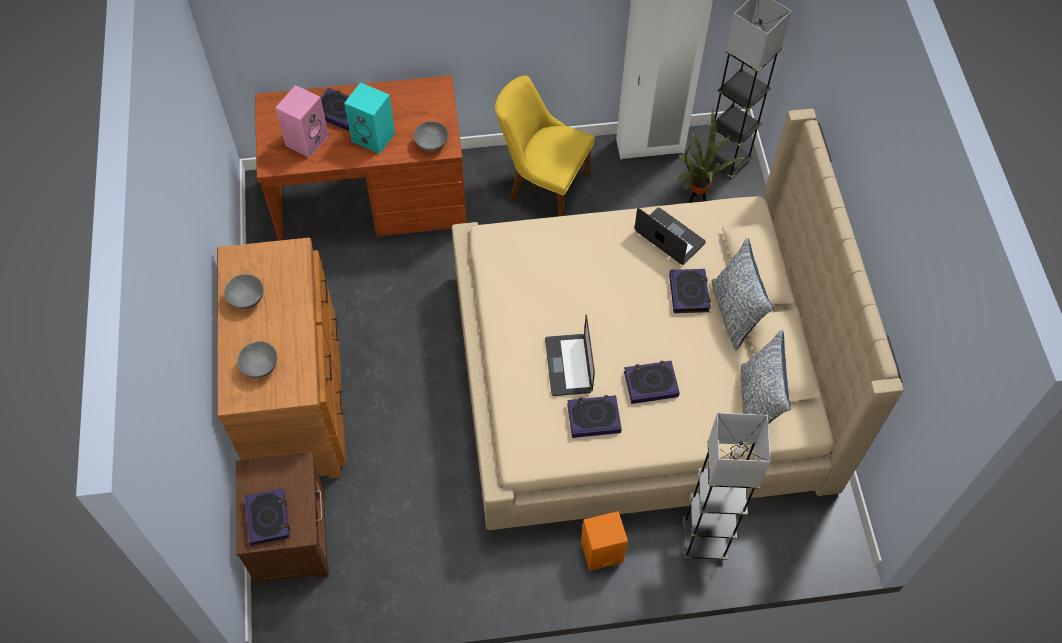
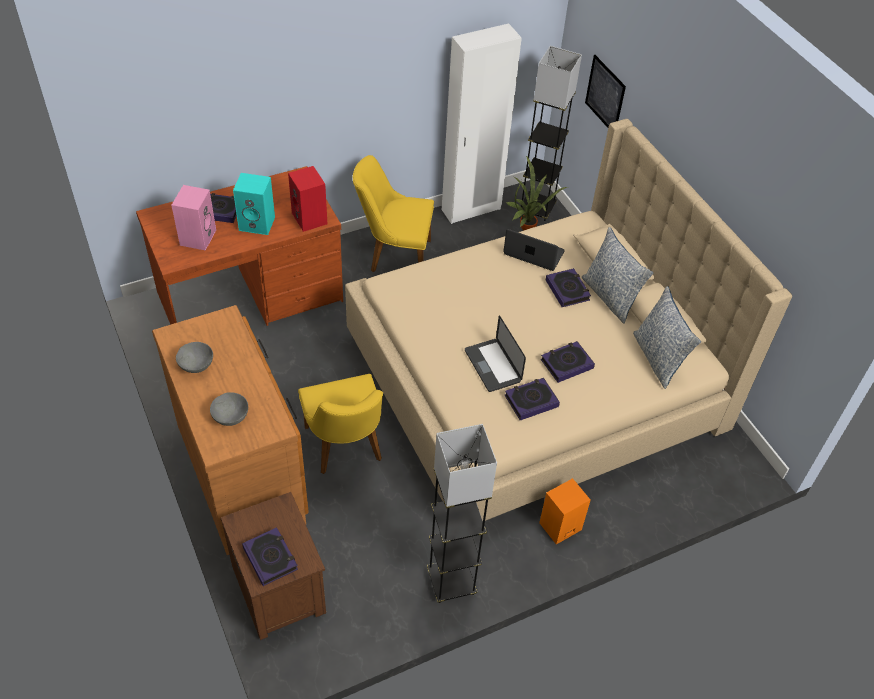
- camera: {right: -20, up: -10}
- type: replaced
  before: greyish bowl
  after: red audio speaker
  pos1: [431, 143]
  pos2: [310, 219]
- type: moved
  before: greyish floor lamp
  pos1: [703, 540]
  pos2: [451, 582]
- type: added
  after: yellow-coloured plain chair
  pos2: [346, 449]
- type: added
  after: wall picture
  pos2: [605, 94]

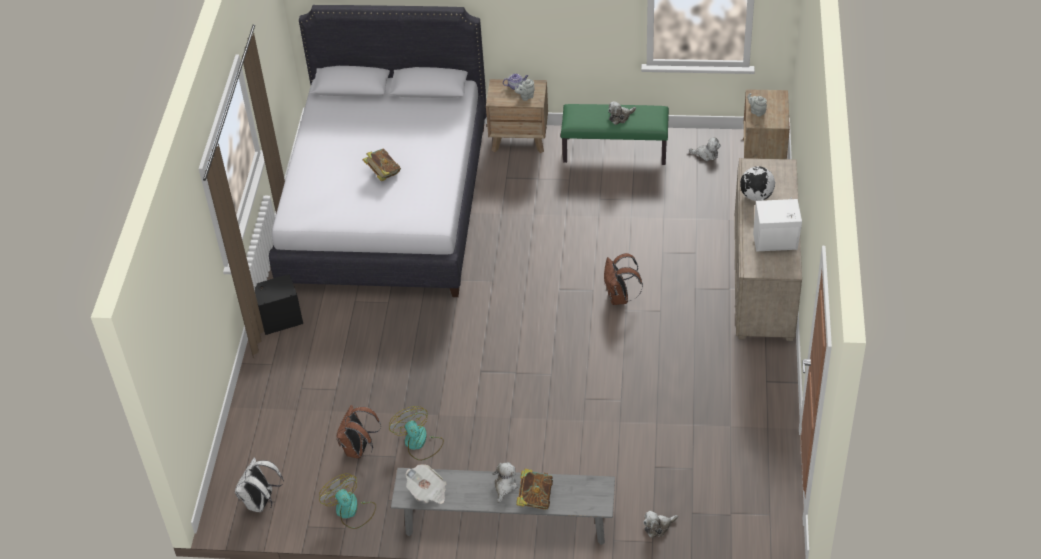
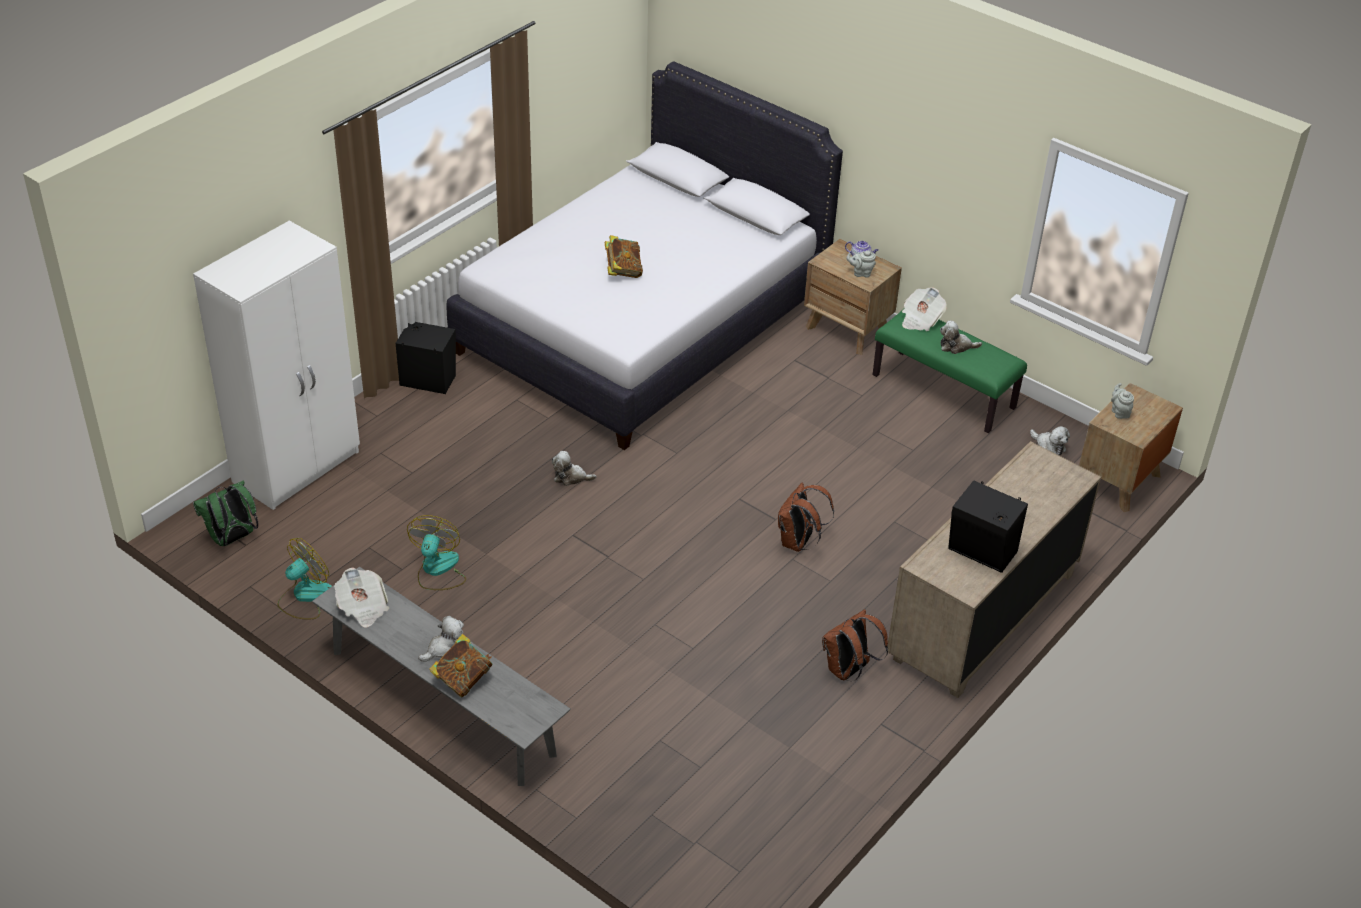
- camera: {right: 30, up: -5}
- type: recoloured
  before: whitish backpack
  after: green backpack
  pos1: [261, 503]
  pos2: [232, 538]
- type: turned
  before: electric fan
  pos1: [351, 511]
  pos2: [305, 596]
  turn: 45
- type: moved
  before: brownish backpack
  pos1: [359, 449]
  pos2: [848, 671]
- type: moved
  before: soft toy
  pos1: [658, 527]
  pos2: [571, 477]
- type: removed
  before: desk globe
  pos1: [756, 196]
- type: recoloured
  before: whitish audio speaker
  after: black audio speaker
  pos1: [776, 243]
  pos2: [982, 552]
- type: added
  after: whitish wardrobe
  pos2: [298, 467]
- type: added
  after: daily paper
  pos2: [920, 319]

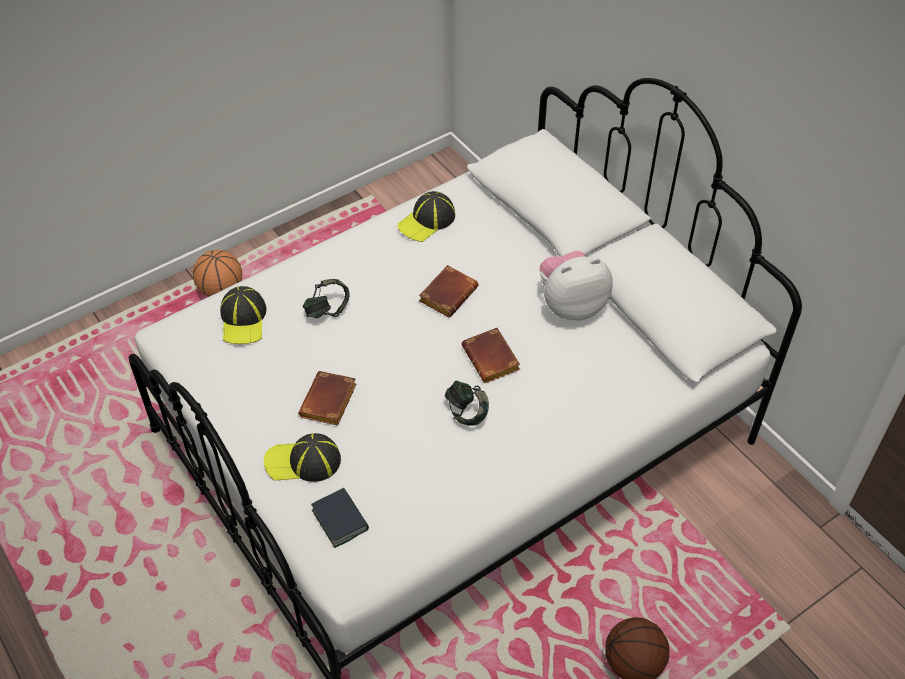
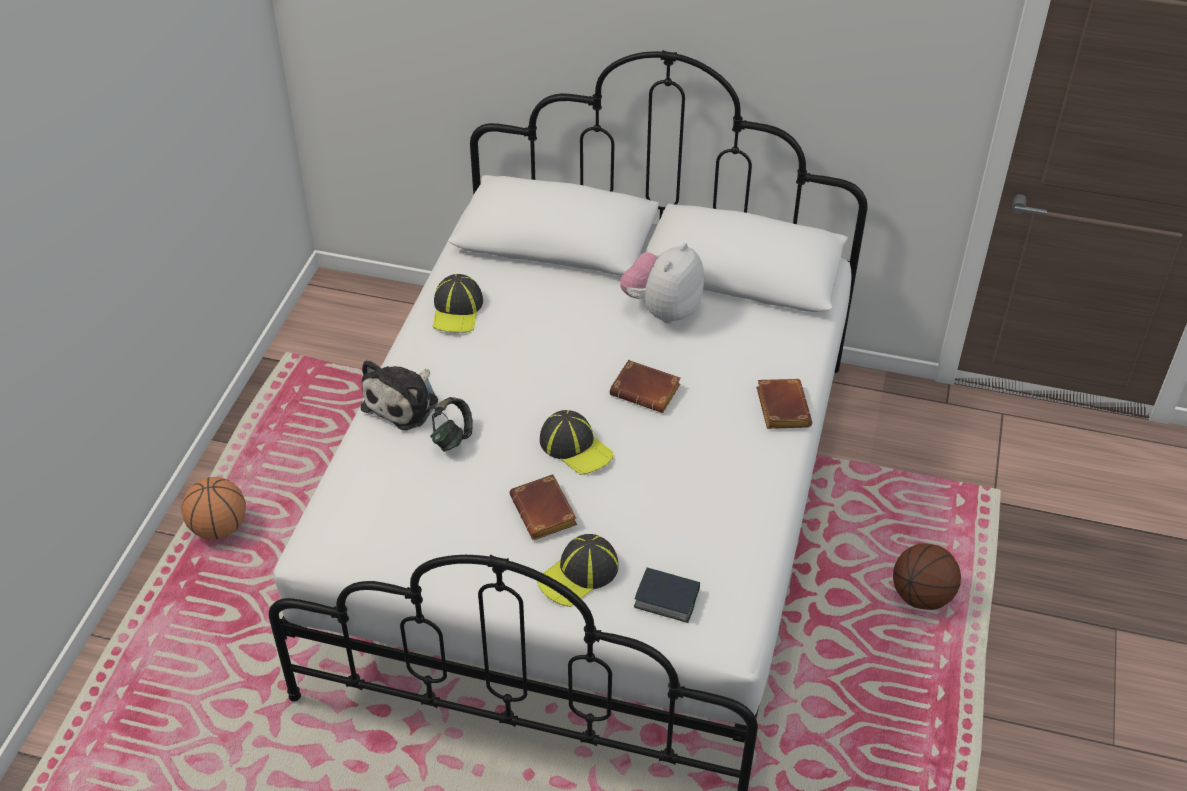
- camera: {right: -40, up: -5}
- type: moved
  before: peaked cap
  pos1: [243, 320]
  pos2: [575, 447]
- type: moved
  before: brownish volume
  pos1: [448, 293]
  pos2: [780, 407]
- type: removed
  before: headphones
  pos1: [467, 412]
- type: added
  after: soft toy
  pos2: [403, 402]

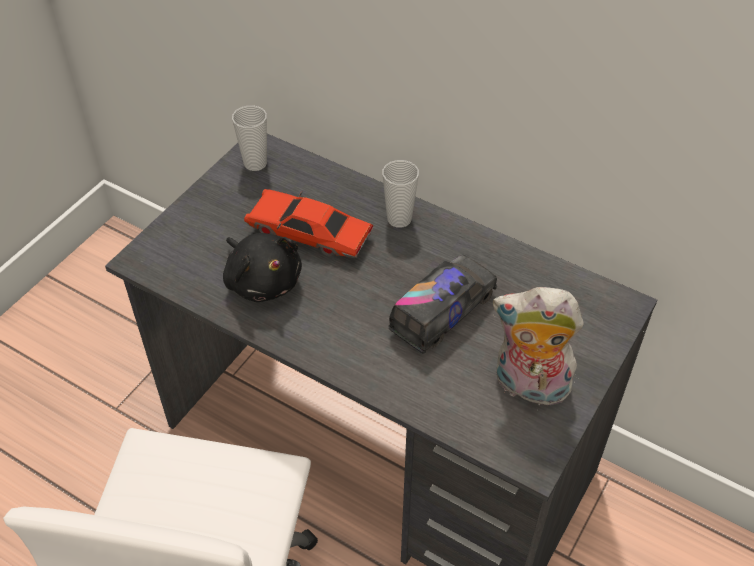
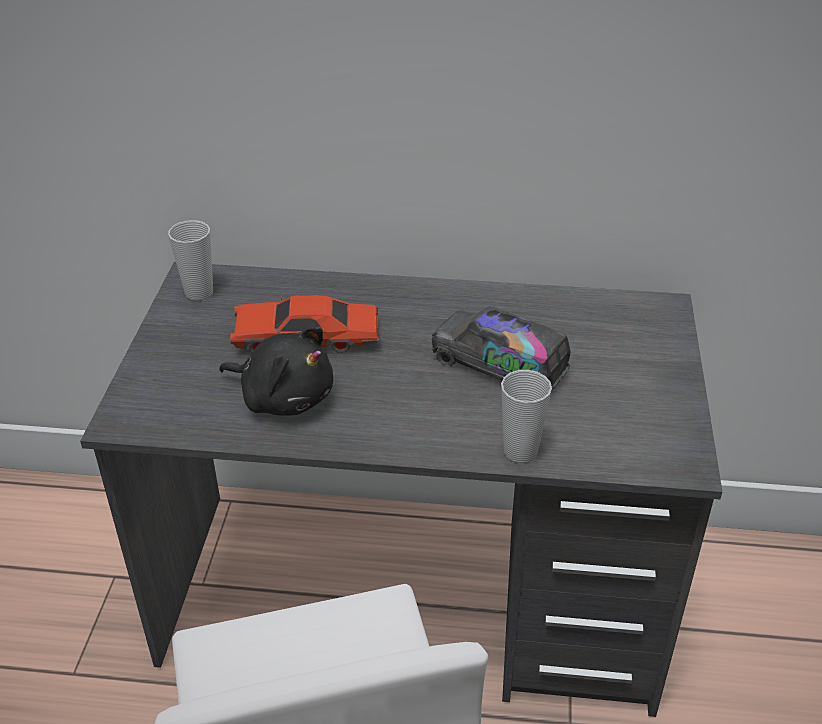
- camera: {right: -25, up: -10}
- type: moved
  before: drinking cup
  pos1: [399, 219]
  pos2: [520, 451]
- type: turned
  before: toy truck
  pos1: [442, 312]
  pos2: [499, 366]
  turn: -75
- type: removed
  before: soft toy
  pos1: [528, 387]

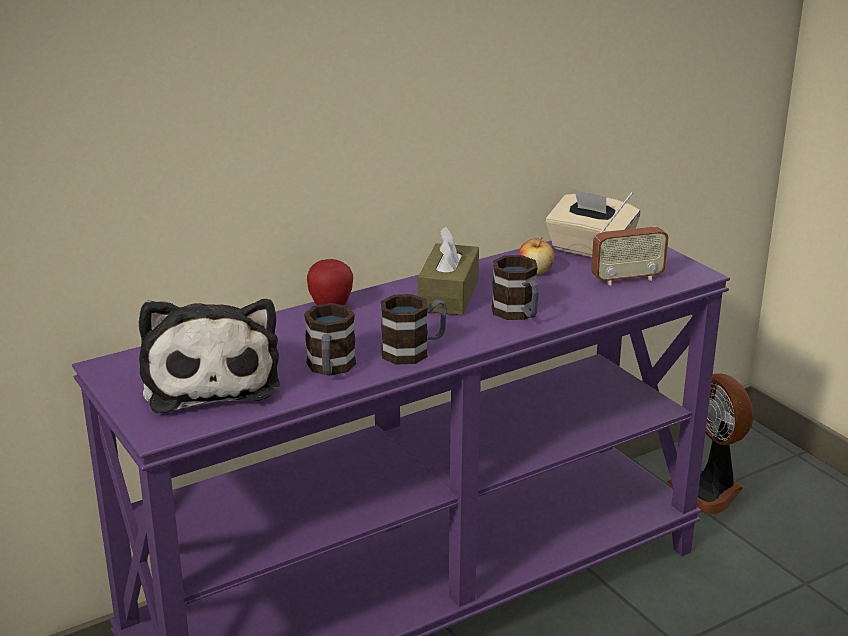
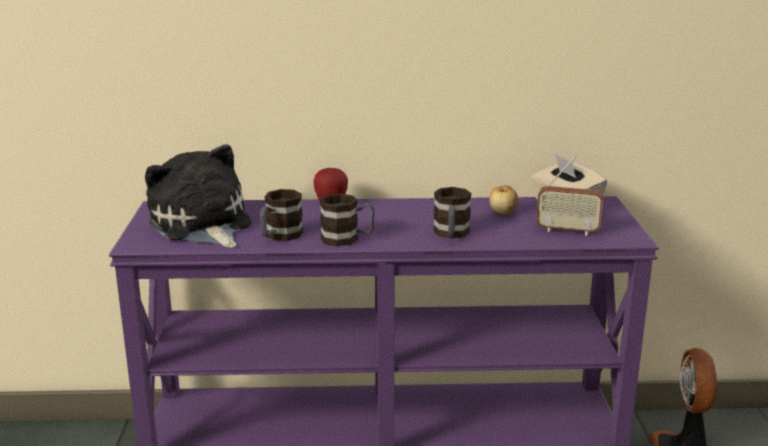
- camera: {right: 30, up: -5}
- type: turned
  before: soft toy
  pos1: [210, 380]
  pos2: [202, 226]
  turn: 135
- type: removed
  before: brownish tissue box
  pos1: [448, 295]

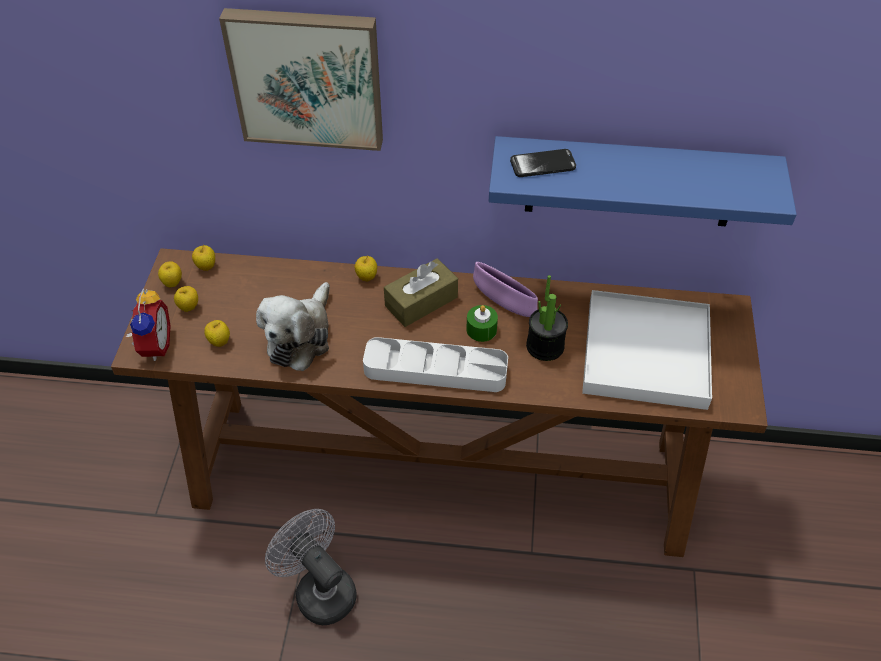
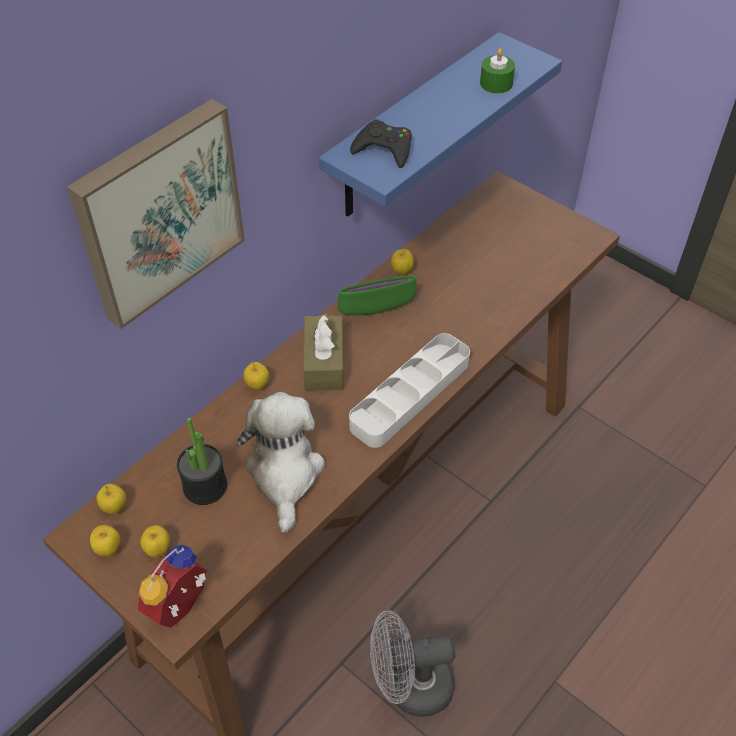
- camera: {right: -55, up: 0}
- type: turned
  before: table clock
  pos1: [153, 346]
  pos2: [182, 608]
  turn: -90
- type: moved
  before: whole apple
  pos1: [220, 342]
  pos2: [402, 271]
- type: turned
  before: soft toy
  pos1: [300, 336]
  pos2: [284, 473]
  turn: -150
- type: moved
  before: green wax candle
  pos1: [481, 329]
  pos2: [496, 83]
- type: recoloured
  before: purple bowl
  after: green bowl
  pos1: [503, 303]
  pos2: [377, 310]
- type: replaced
  before: telephone
  after: black joypad
  pos1: [542, 164]
  pos2: [384, 149]
- type: moved
  before: houseplant
  pos1: [545, 346]
  pos2: [205, 486]
- type: removed
  before: whitish tray
  pos1: [645, 353]

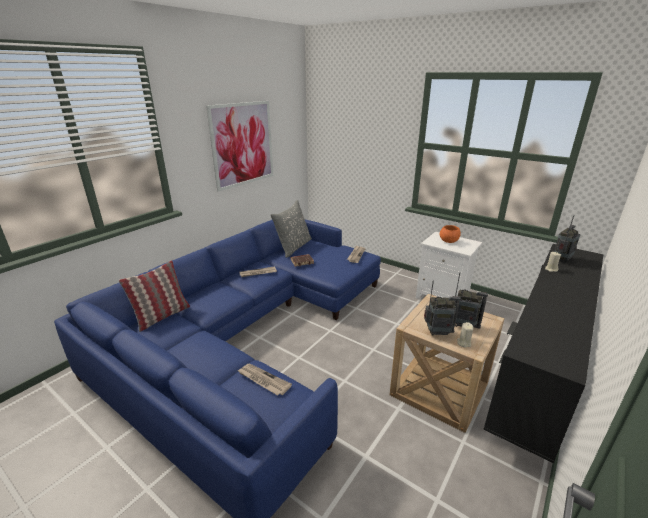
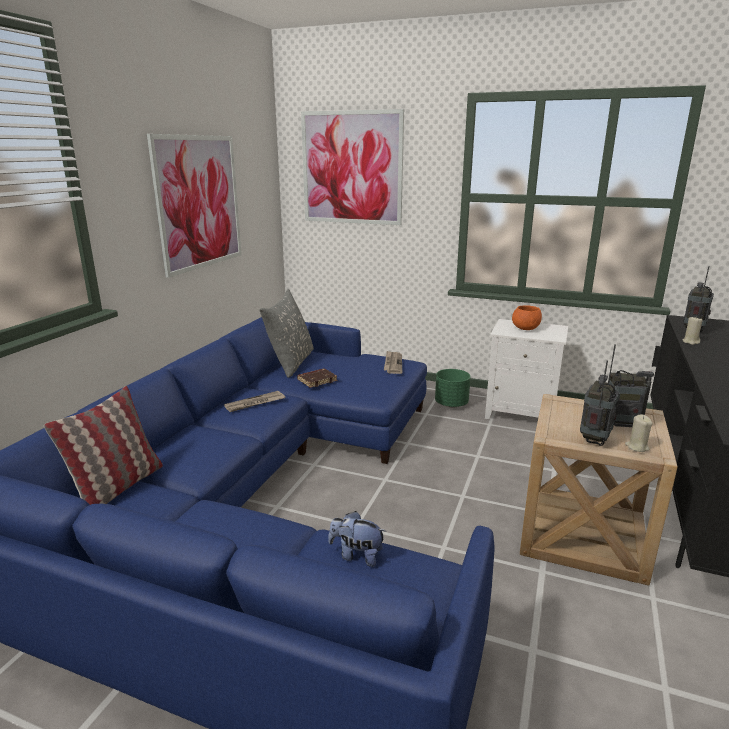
- camera: {right: -15, up: -5}
- type: replaced
  before: daily paper
  after: soft toy
  pos1: [263, 380]
  pos2: [356, 555]
- type: turned
  before: radio receiver
  pos1: [438, 333]
  pos2: [594, 440]
  turn: -45
- type: added
  after: wall picture
  pos2: [352, 168]
- type: added
  after: green planter
  pos2: [451, 404]

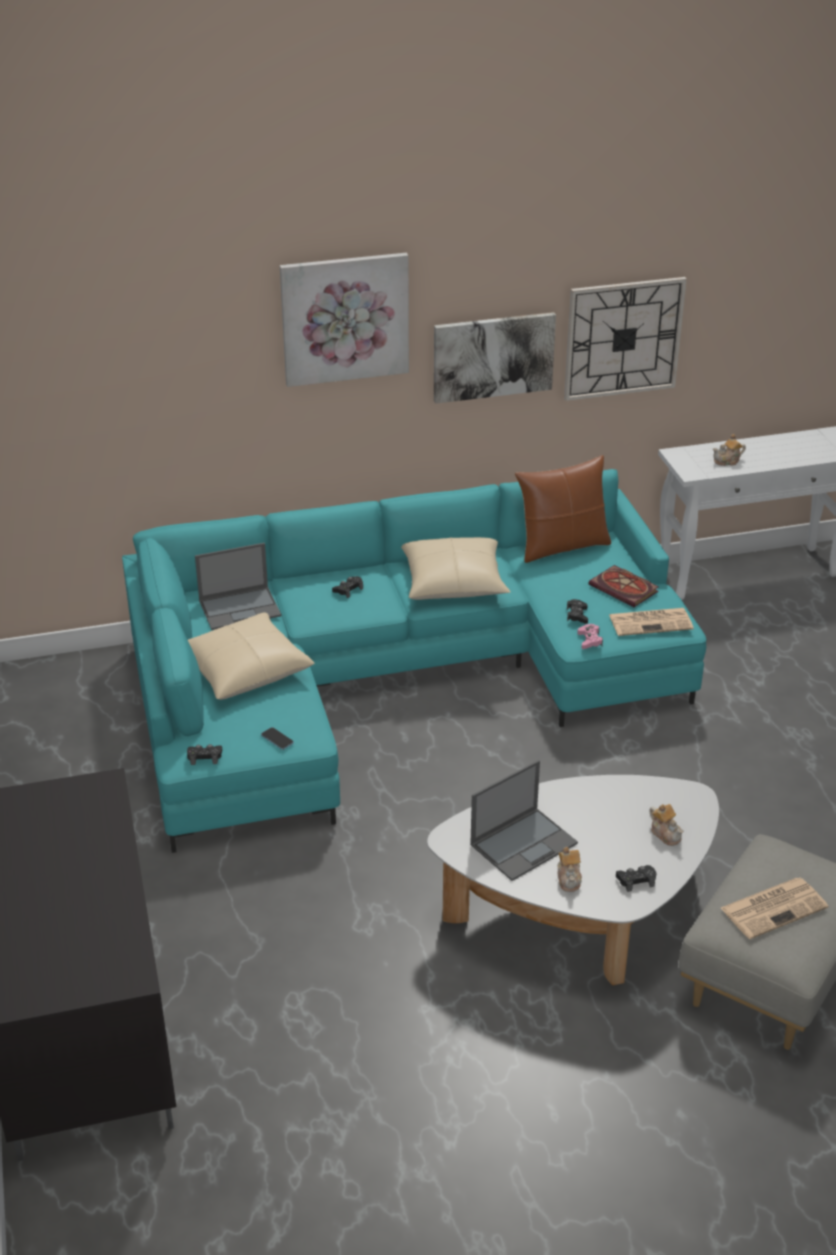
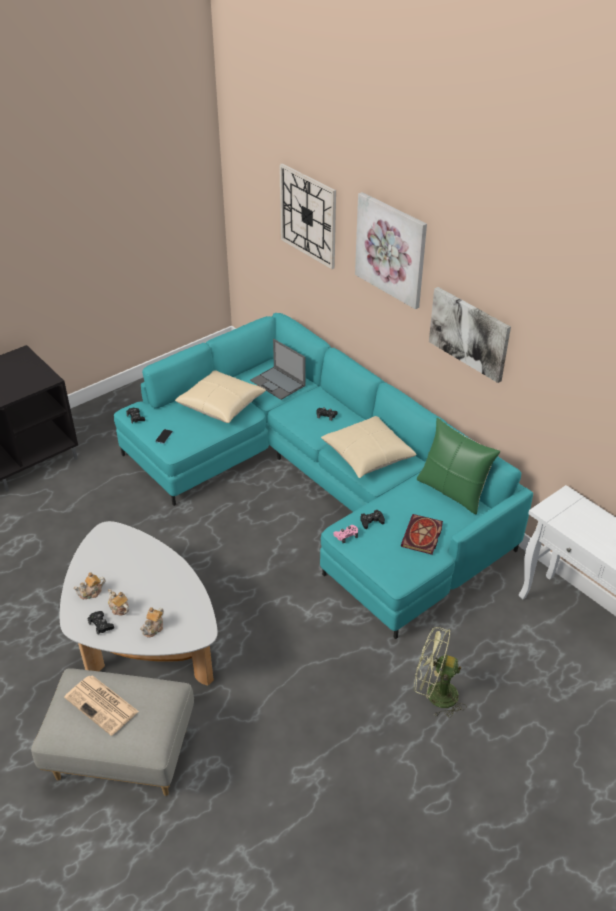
- camera: {right: 65, up: 5}
- type: removed
  before: notebook computer
  pos1: [524, 843]
- type: recoloured
  before: brownish cushion
  after: green cushion
  pos1: [562, 546]
  pos2: [452, 491]
- type: moved
  before: hanging clock
  pos1: [623, 338]
  pos2: [308, 215]
- type: removed
  before: daily paper
  pos1: [651, 622]
- type: moved
  before: tea pot
  pos1: [727, 461]
  pos2: [119, 608]
- type: added
  after: green electric fan
  pos2: [434, 694]

